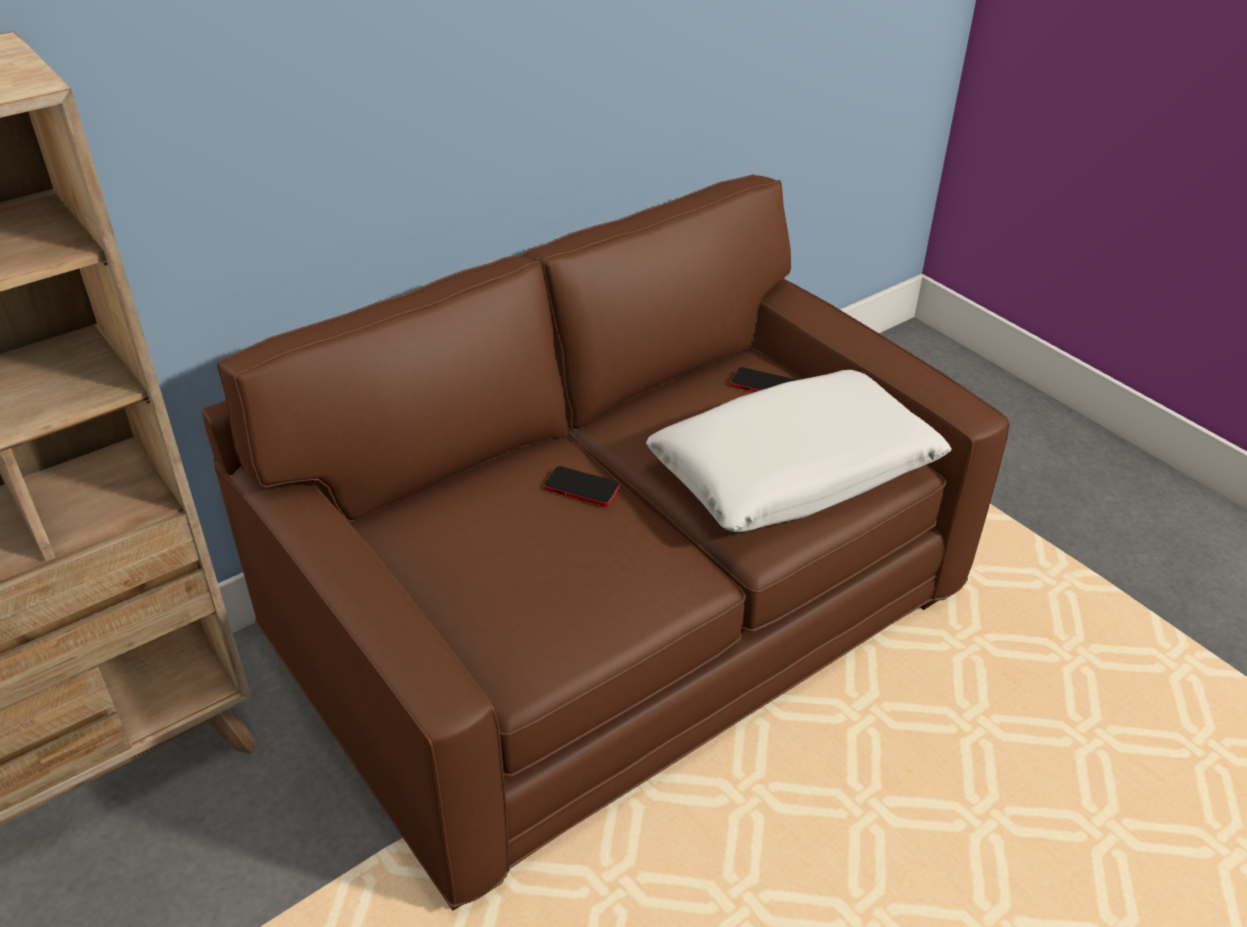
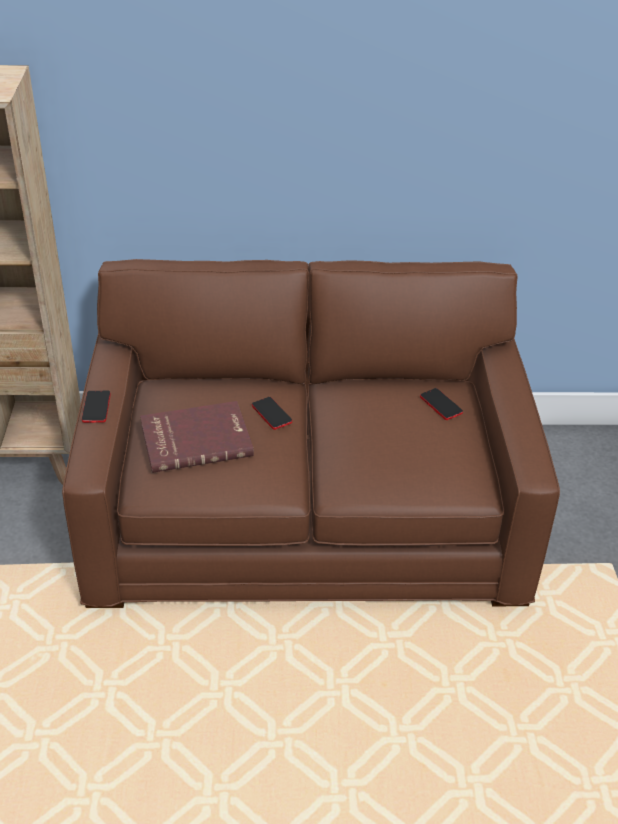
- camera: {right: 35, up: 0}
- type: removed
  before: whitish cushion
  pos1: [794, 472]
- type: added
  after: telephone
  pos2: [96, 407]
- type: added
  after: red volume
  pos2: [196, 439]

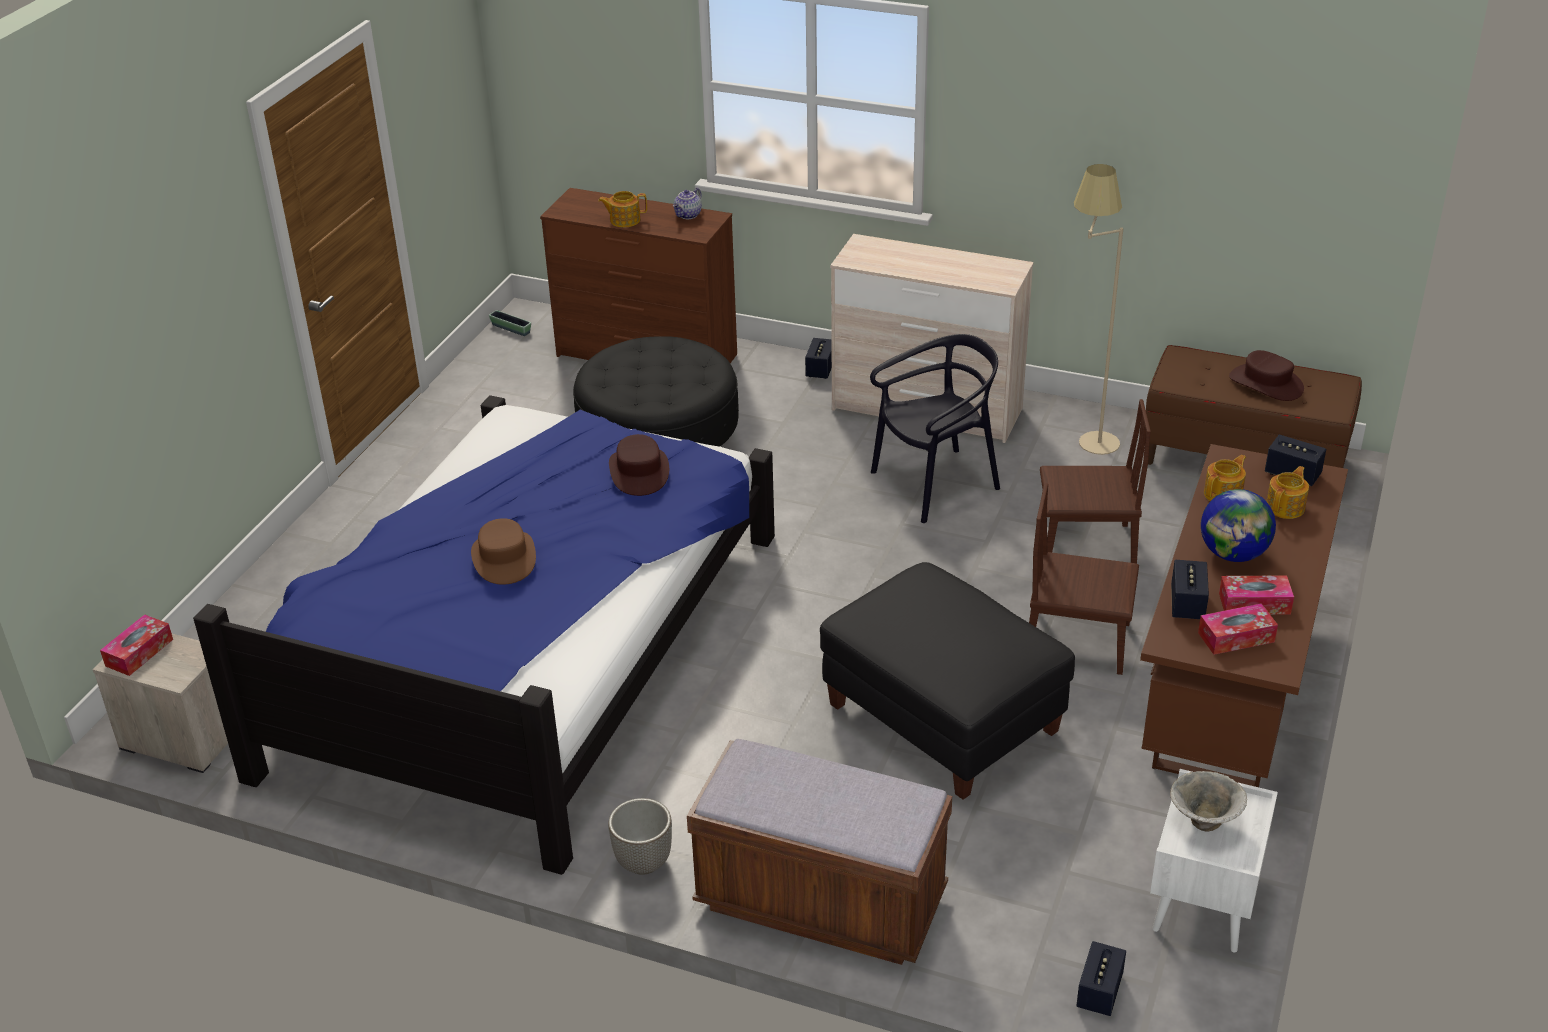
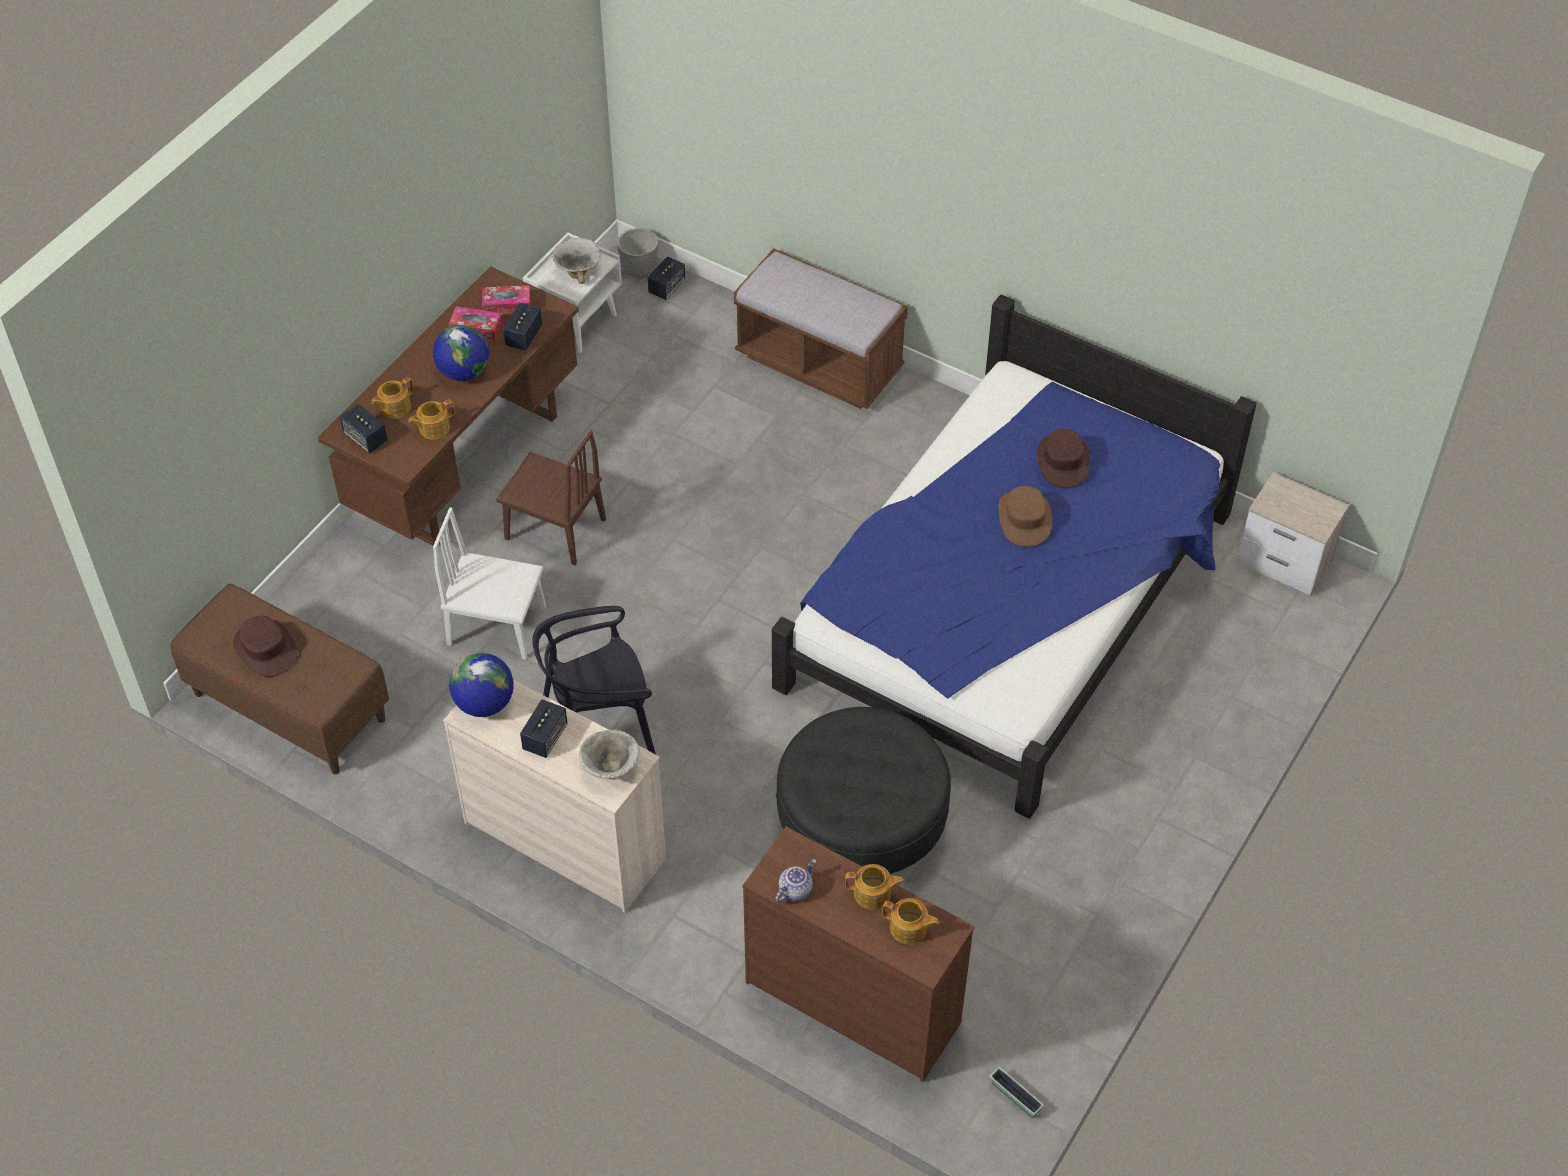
- camera: {right: -170, up: 15}
- type: removed
  before: tissue box
  pos1: [139, 652]
- type: moved
  before: planter
  pos1: [643, 863]
  pos2: [640, 270]
- type: moved
  before: brownish hat
  pos1: [639, 472]
  pos2: [1062, 461]
- type: moved
  before: audio speaker
  pos1: [820, 369]
  pos2: [545, 738]
- type: removed
  before: black footrest
  pos1: [942, 719]
- type: recoloured
  before: brownish plain chair
  after: whitish plain chair
  pos1: [1085, 546]
  pos2: [497, 626]
- type: removed
  before: sand-coloured floor lamp
  pos1: [1086, 434]
- type: added
  after: desk globe
  pos2: [484, 703]
- type: added
  after: bowl
  pos2: [610, 770]
- type: added
  after: tea pot
  pos2: [909, 929]

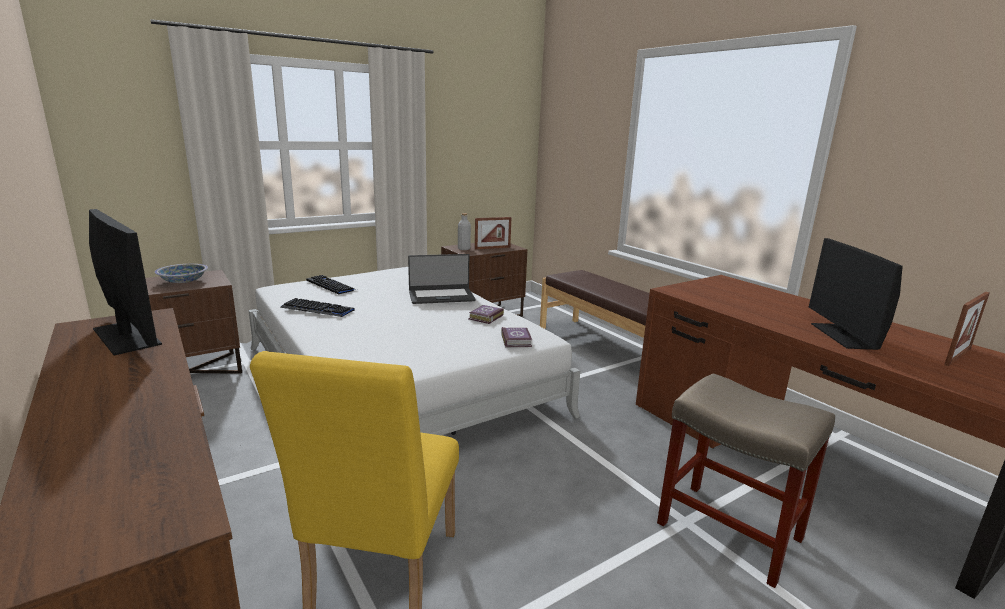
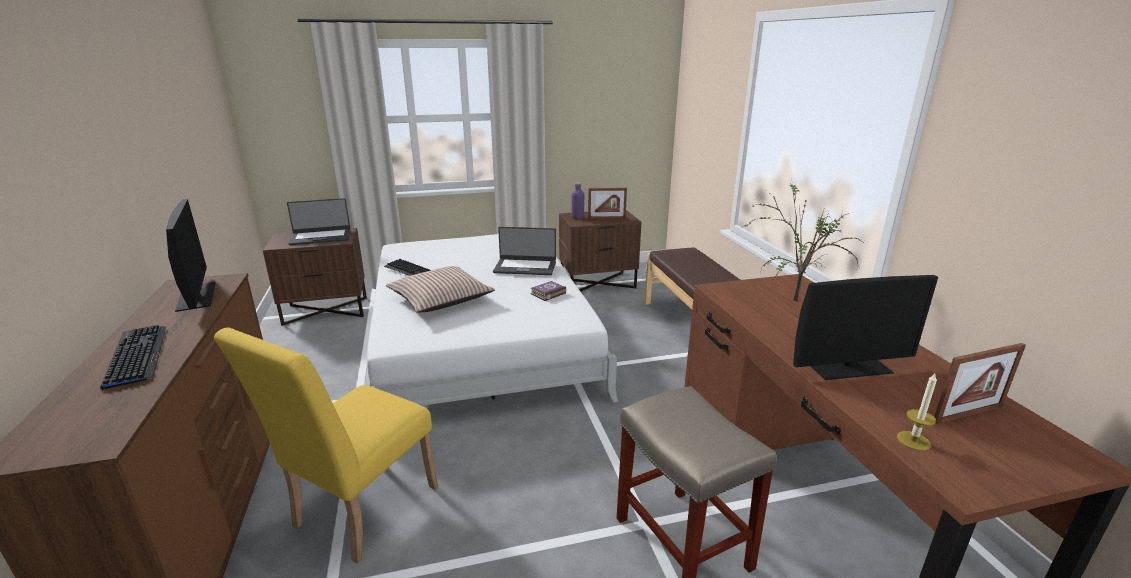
- camera: {right: 20, up: 5}
- type: replaced
  before: bowl
  after: notebook computer
  pos1: [183, 281]
  pos2: [321, 237]
- type: moved
  before: PC keyboard
  pos1: [330, 285]
  pos2: [136, 356]
- type: recoloured
  before: greyish bottle
  after: purple bottle
  pos1: [464, 249]
  pos2: [577, 217]
- type: removed
  before: volume
  pos1: [516, 340]
- type: turned
  before: computer screen
  pos1: [842, 336]
  pos2: [849, 367]
  turn: -120
- type: added
  after: cushion
  pos2: [440, 299]
- type: added
  after: houseplant
  pos2: [791, 299]
- type: added
  after: wax candle
  pos2: [913, 440]

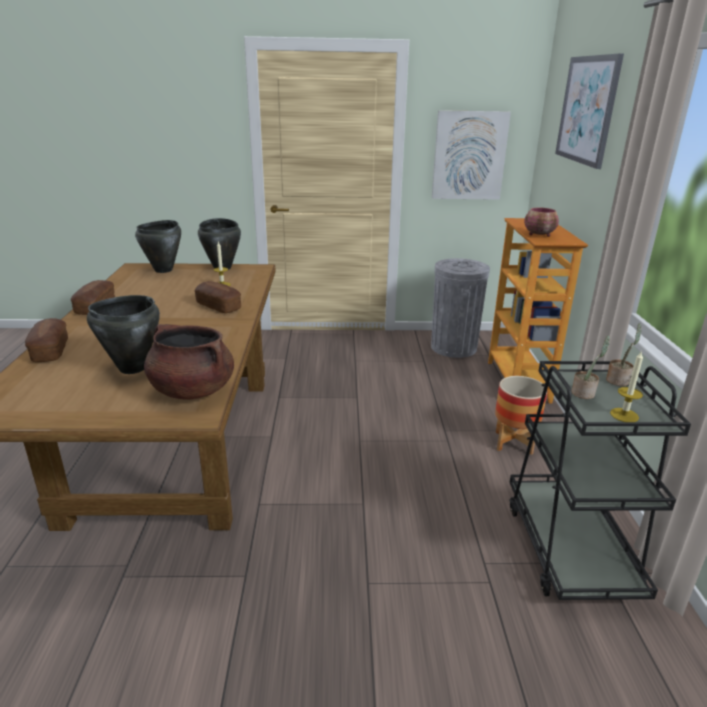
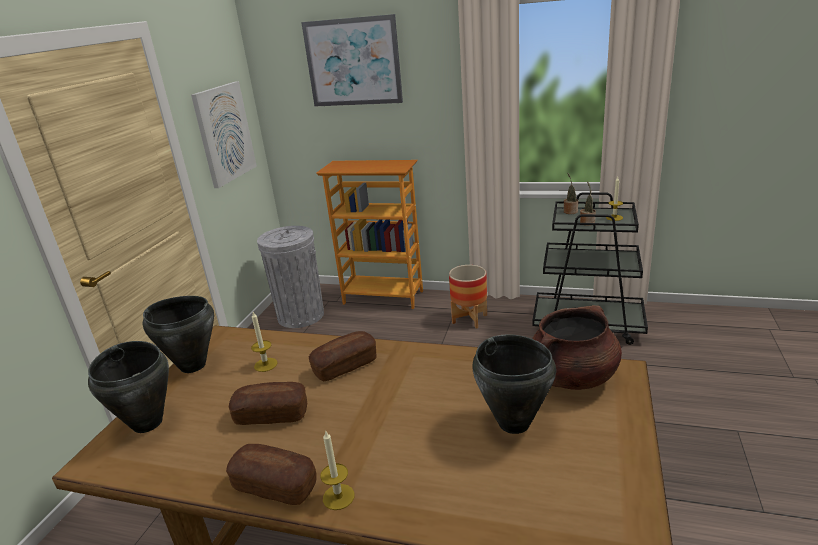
- camera: {right: -70, up: 0}
- type: moved
  before: bakery bread
  pos1: [50, 350]
  pos2: [271, 415]
- type: removed
  before: bowl
  pos1: [540, 235]
- type: added
  after: wax candle
  pos2: [338, 497]

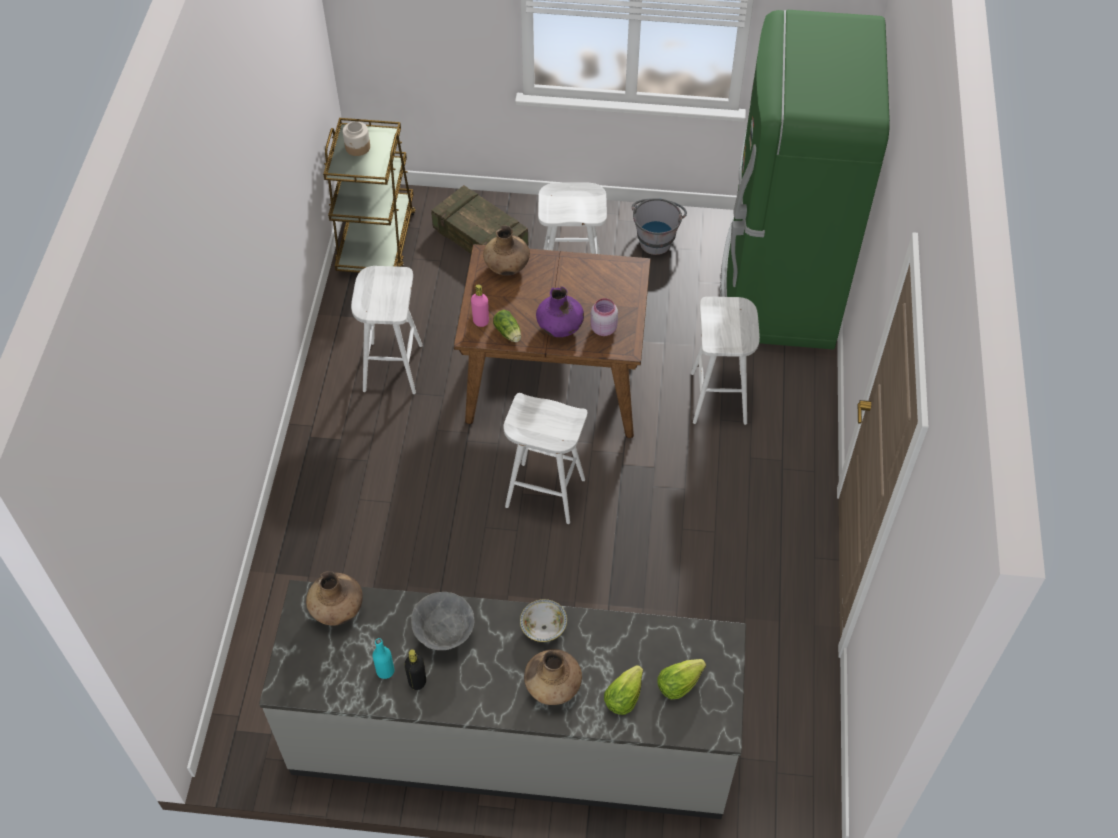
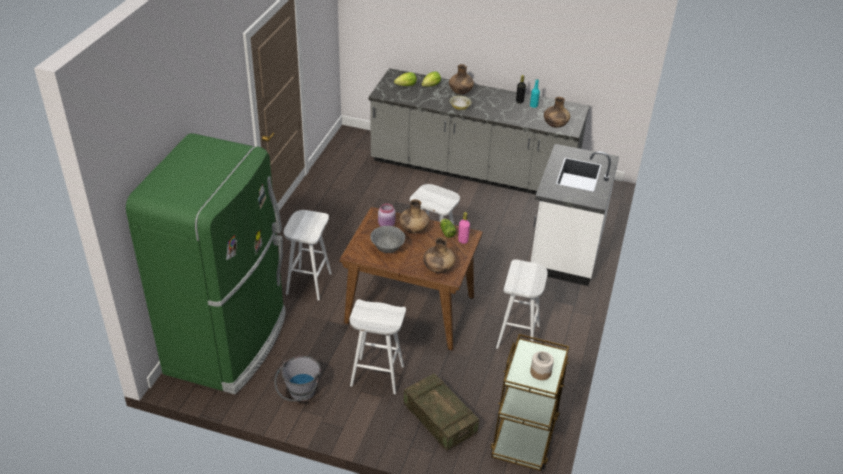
- camera: {right: -170, up: -15}
- type: moved
  before: greyish bowl
  pos1: [444, 634]
  pos2: [387, 249]
- type: recoloured
  before: purple decorative vase
  after: brownish decorative vase
  pos1: [560, 328]
  pos2: [413, 229]
- type: added
  after: whitish counter
  pos2: [565, 251]

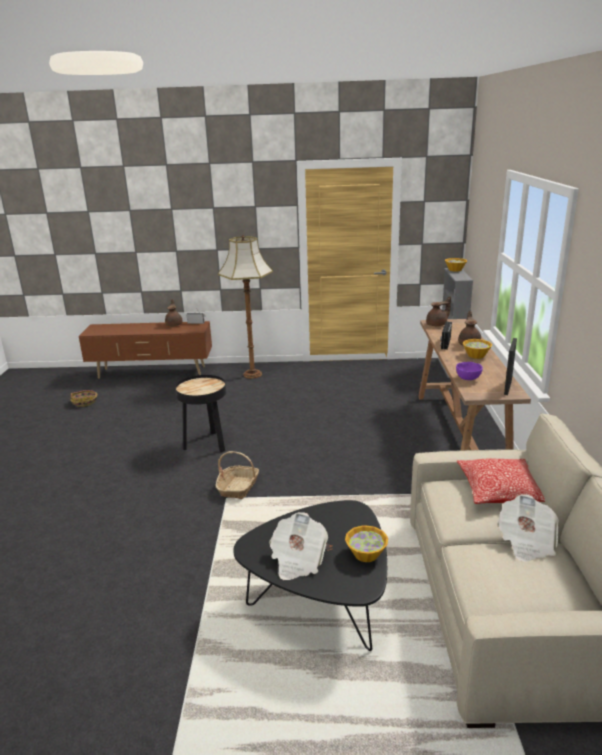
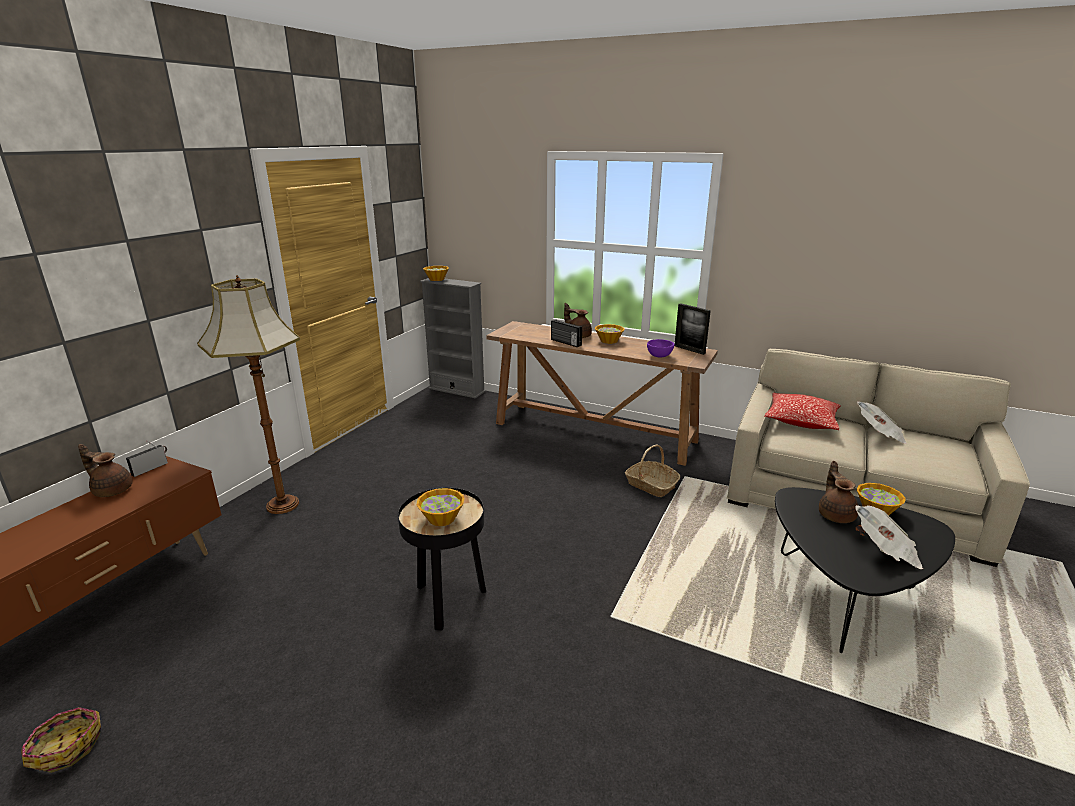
- camera: {right: -65, up: 0}
- type: moved
  before: household basket
  pos1: [238, 487]
  pos2: [651, 485]
- type: moved
  before: brownish tea pot
  pos1: [437, 325]
  pos2: [835, 515]
- type: added
  after: bowl
  pos2: [441, 518]

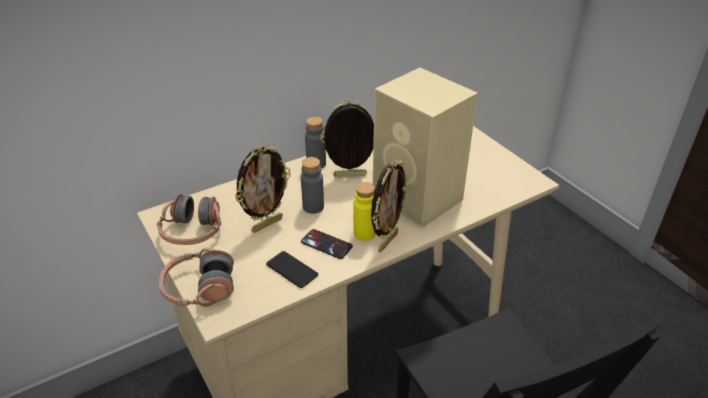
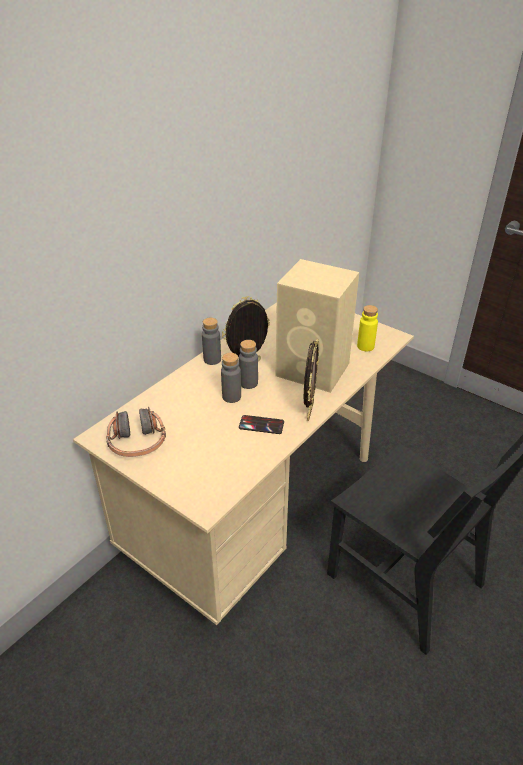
- camera: {right: -20, up: 0}
- type: removed
  before: headphones
  pos1: [199, 288]
- type: removed
  before: standing frame
  pos1: [266, 224]
- type: removed
  before: telephone
  pos1: [292, 270]
- type: moved
  before: yellow-coloured bottle
  pos1: [364, 233]
  pos2: [365, 346]
- type: added
  after: greyish bottle
  pos2: [248, 383]

